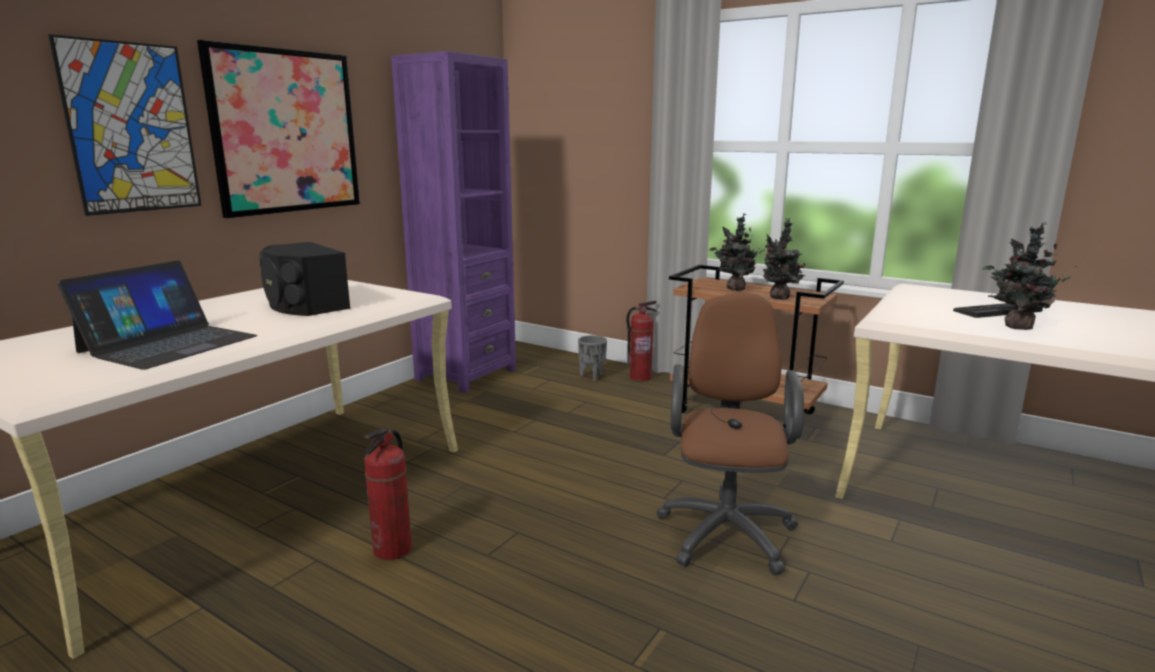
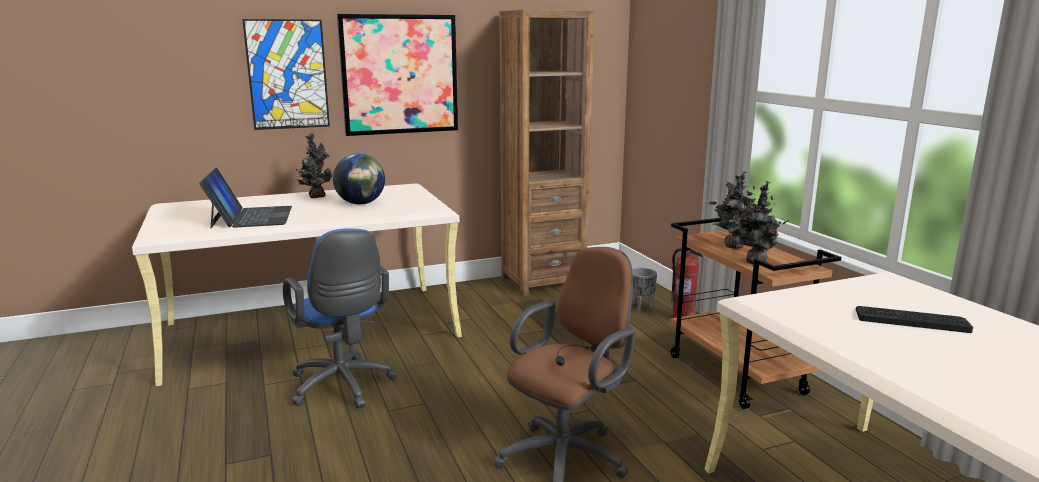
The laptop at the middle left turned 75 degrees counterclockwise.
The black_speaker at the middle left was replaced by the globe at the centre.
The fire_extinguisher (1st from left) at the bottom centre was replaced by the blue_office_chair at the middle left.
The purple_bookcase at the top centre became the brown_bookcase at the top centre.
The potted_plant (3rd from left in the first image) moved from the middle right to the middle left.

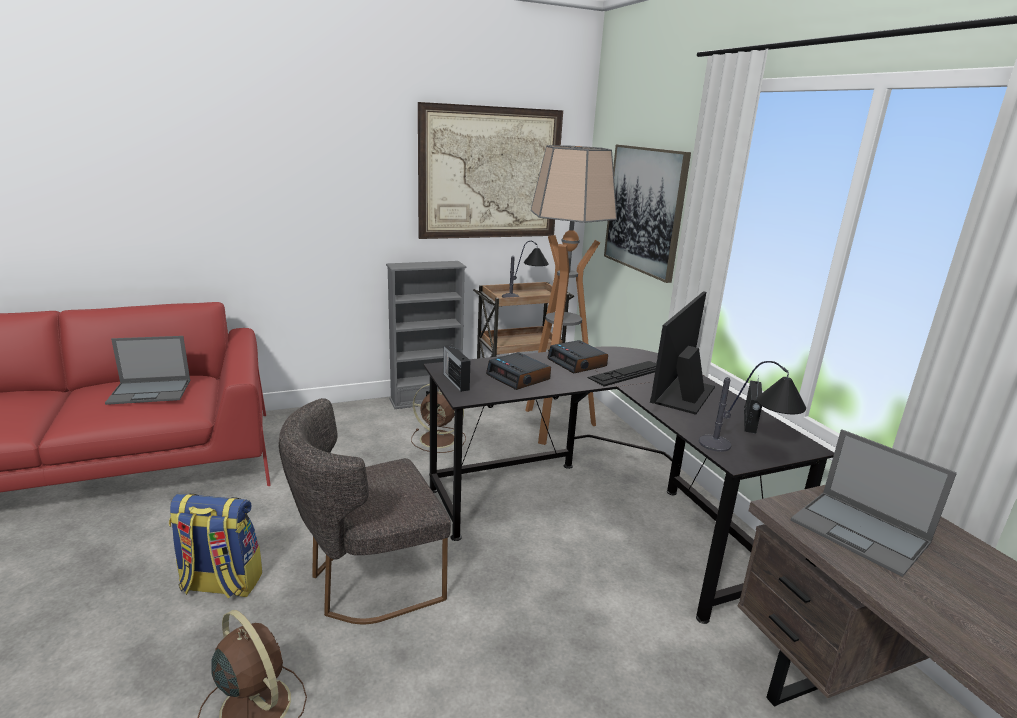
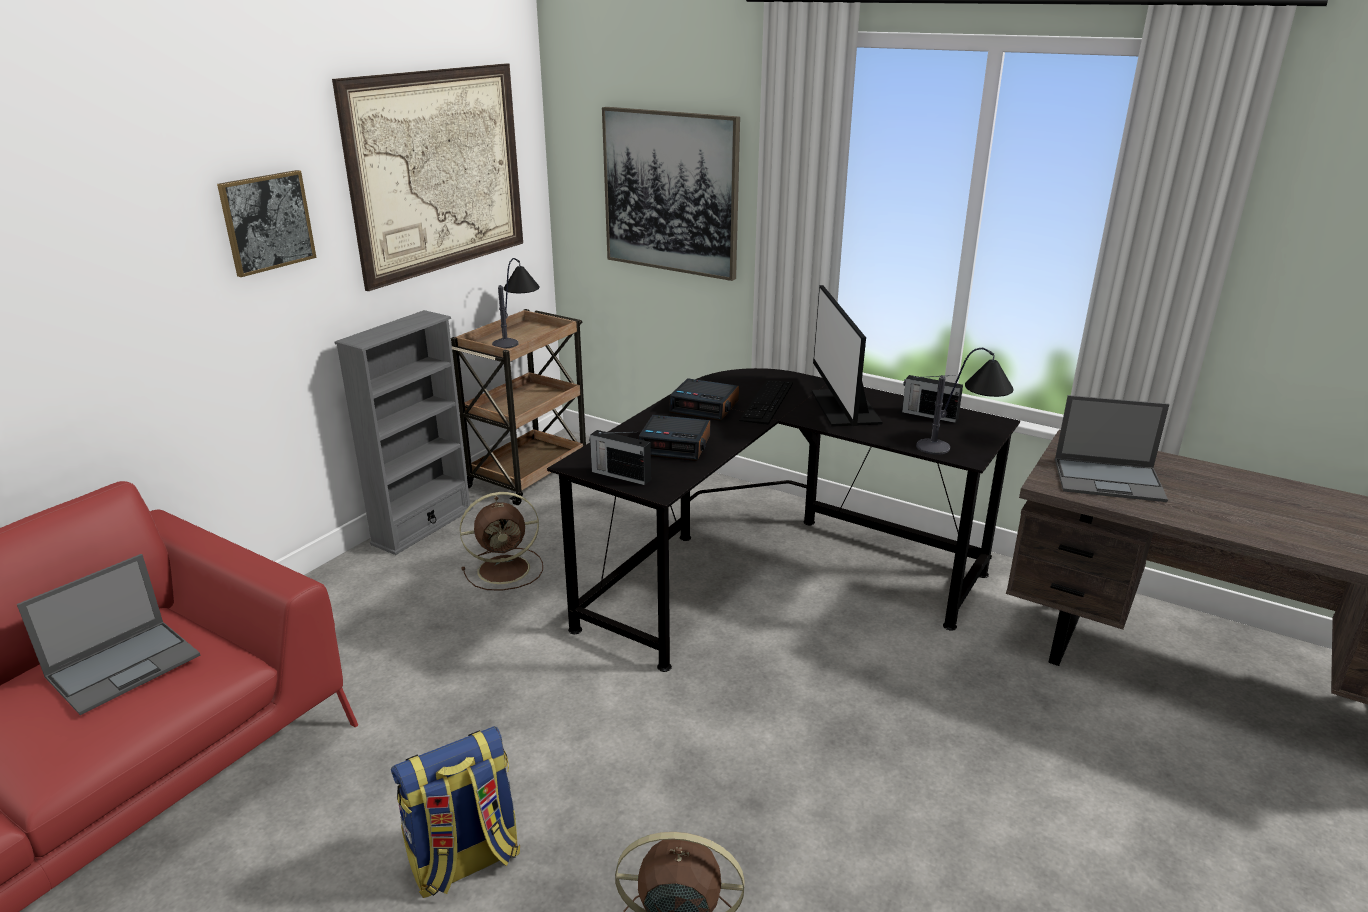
The grey_chair at the bottom centre disappeared.
The floor_lamp at the centre disappeared.
The radio (2nd from left) at the middle right turned 135 degrees clockwise.
The picture (1st from left) at the top left appeared.

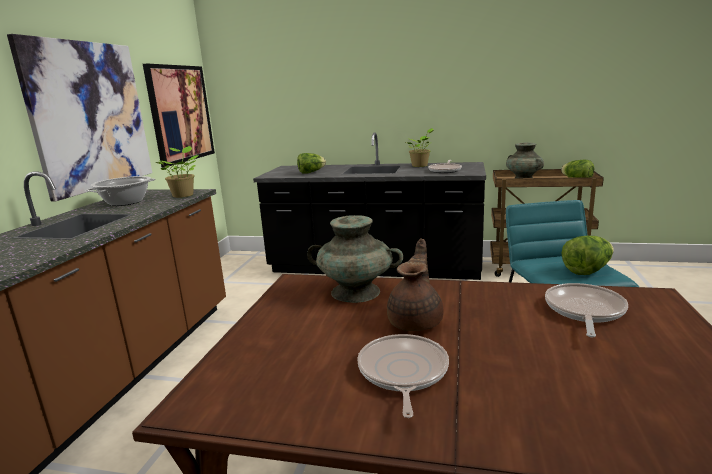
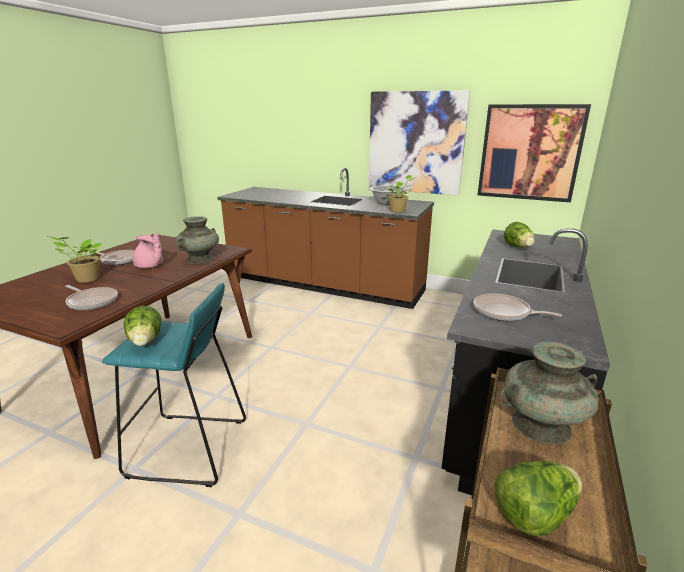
The brown_teapot at the centre became the pink_teapot at the middle left.
The potted_plant (2nd from left in the first image) moved from the top centre to the middle left.

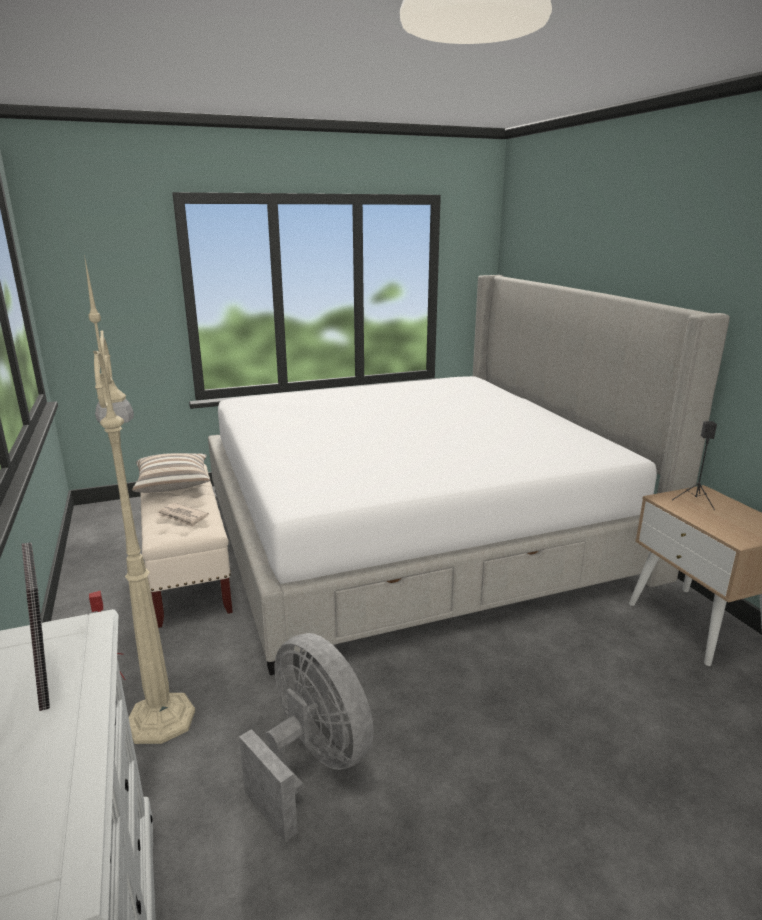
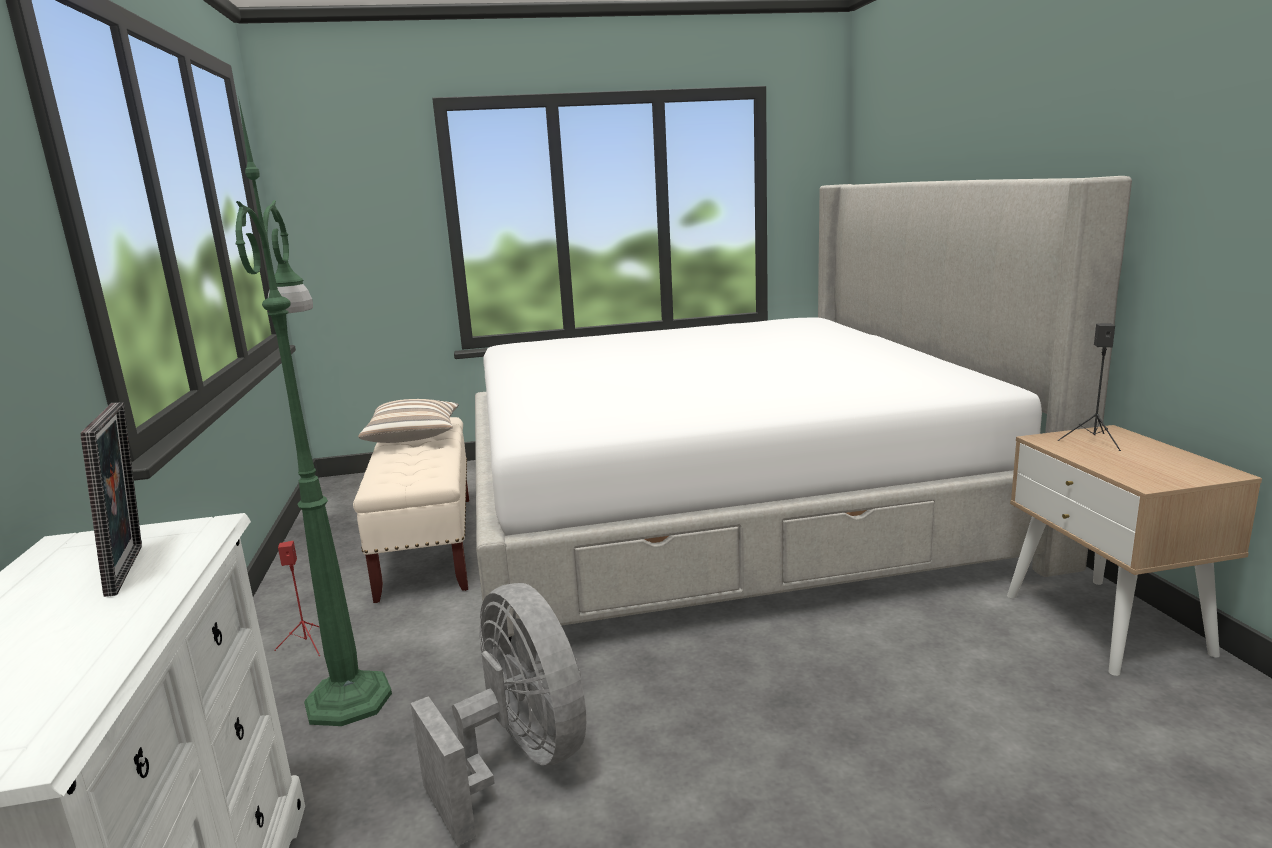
The beige_floor_lamp at the middle left became the green_floor_lamp at the middle left.
The newspaper at the middle left disappeared.

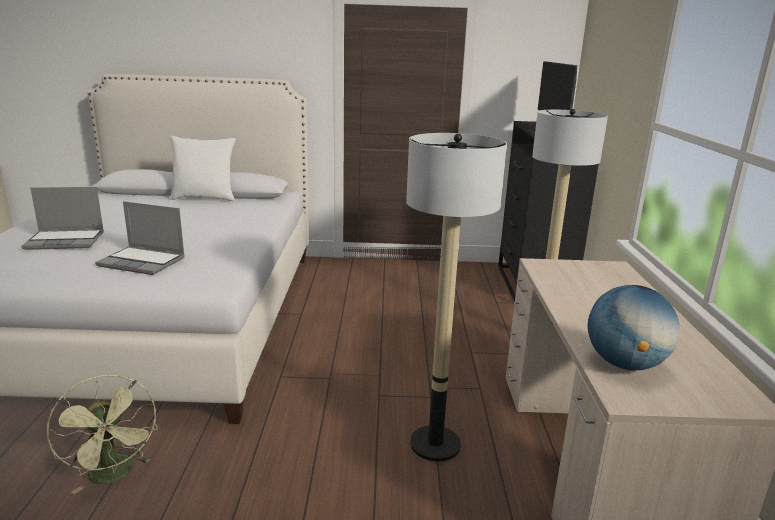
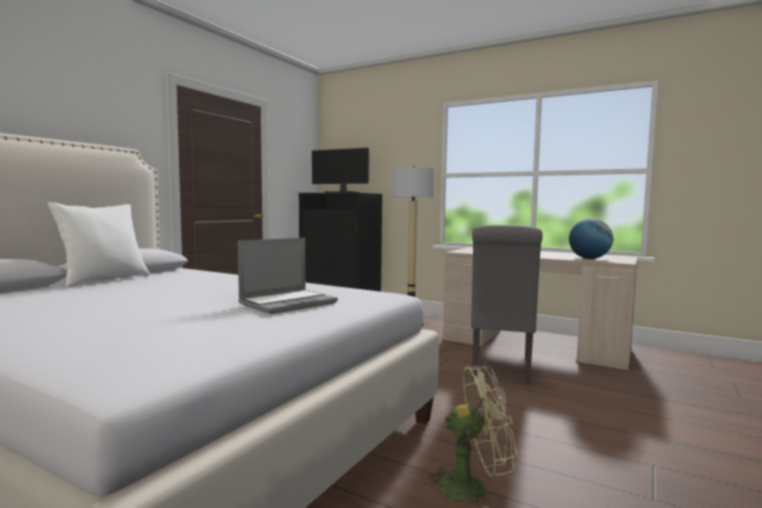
The laptop (1st from left) at the middle left disappeared.
The floor_lamp (1st from left) at the centre was replaced by the grey_chair at the centre.

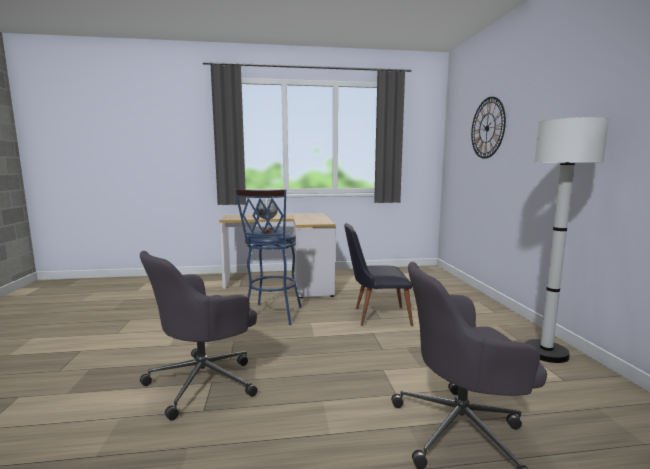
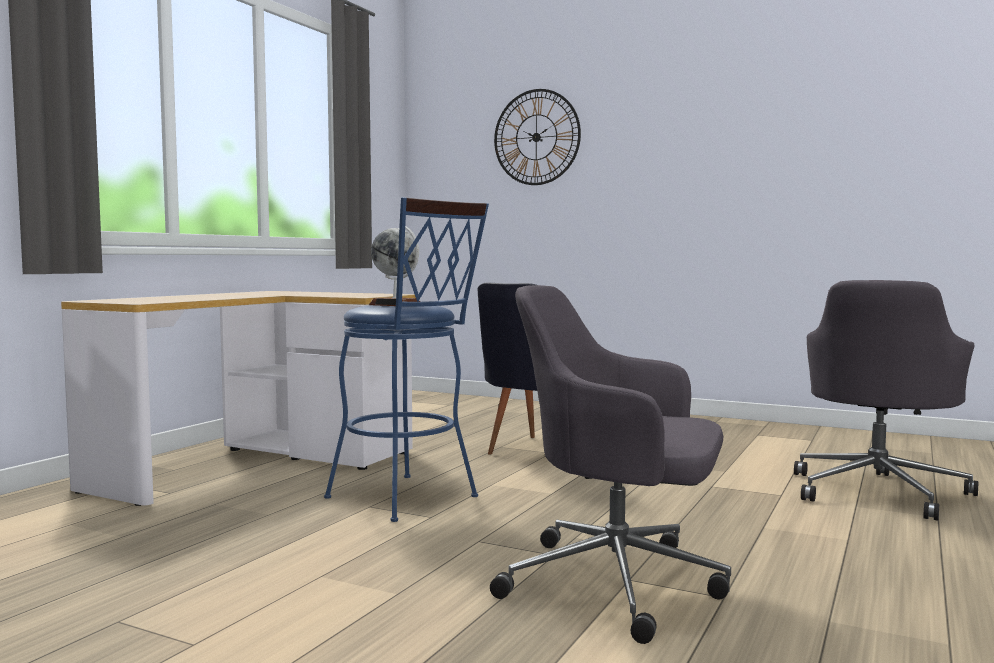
The grey_office_chair (1st from left) at the bottom left turned 120 degrees clockwise.
The white_floor_lamp at the middle right disappeared.

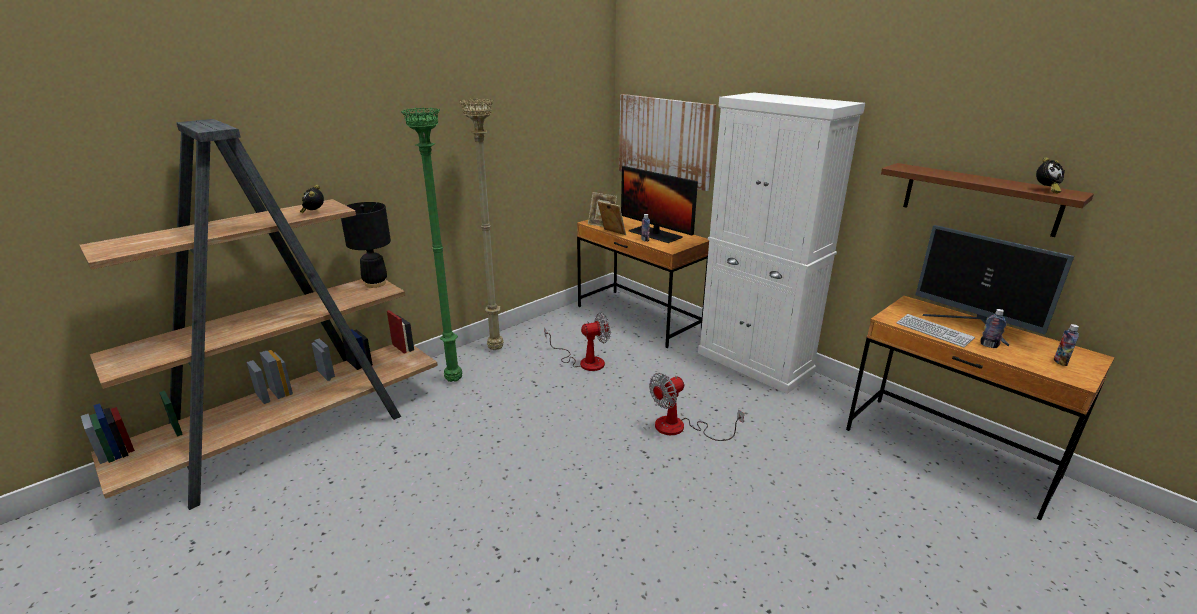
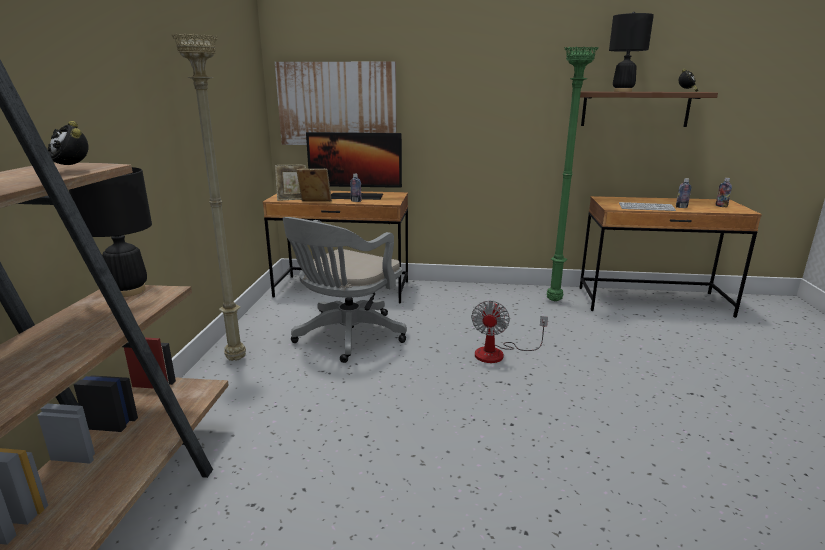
The green_floor_lamp moved from the centre to the top right.
The fan (1st from left) at the centre was replaced by the grey_office_chair at the centre.
The white_cabinet at the centre disappeared.
The monitor (2nd from left) at the middle right disappeared.
The black_table_lamp (2nd from left) at the top right appeared.

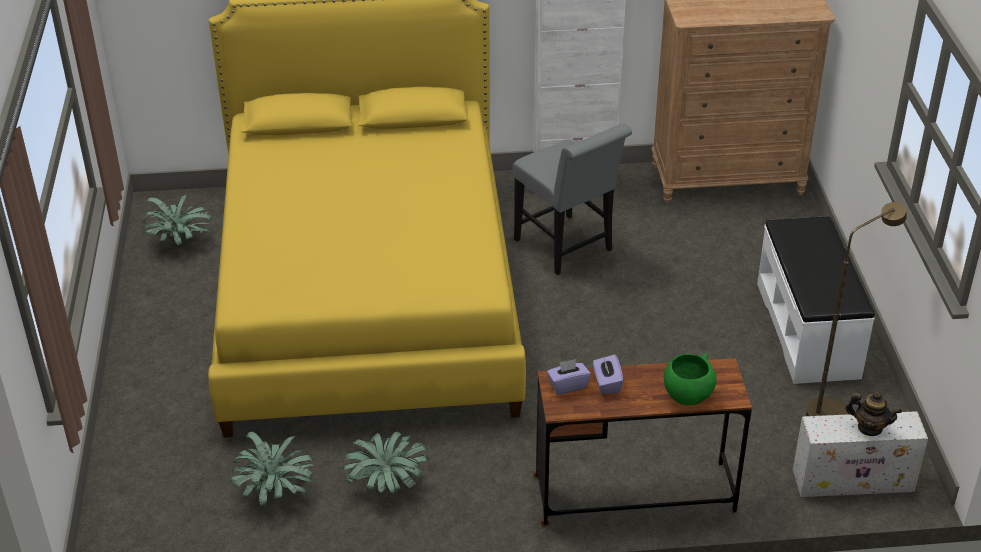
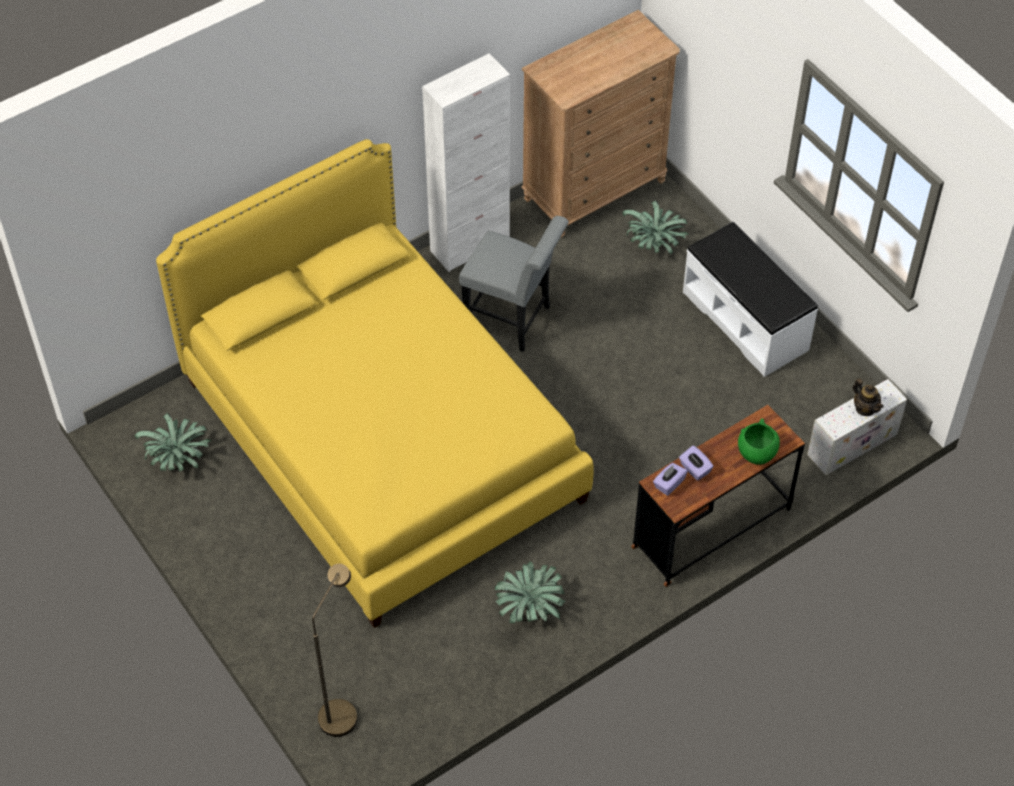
The potted_plant (2nd from left in the first image) moved from the bottom left to the top centre.
The brown_floor_lamp moved from the middle right to the bottom left.
The teapot at the bottom right turned 60 degrees clockwise.

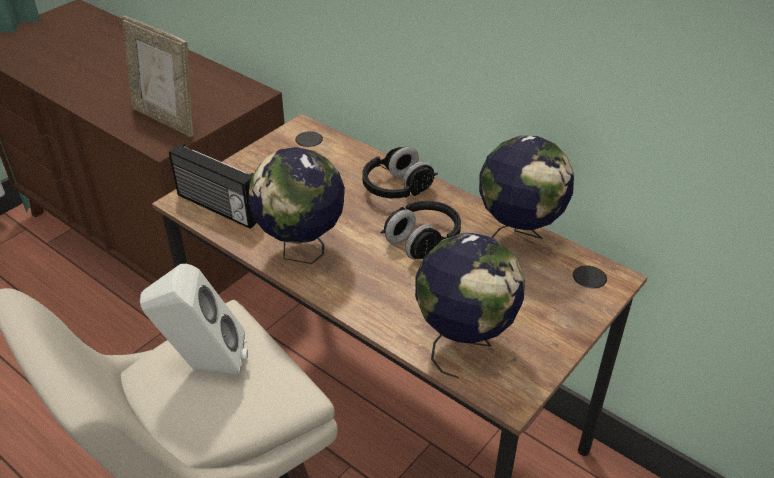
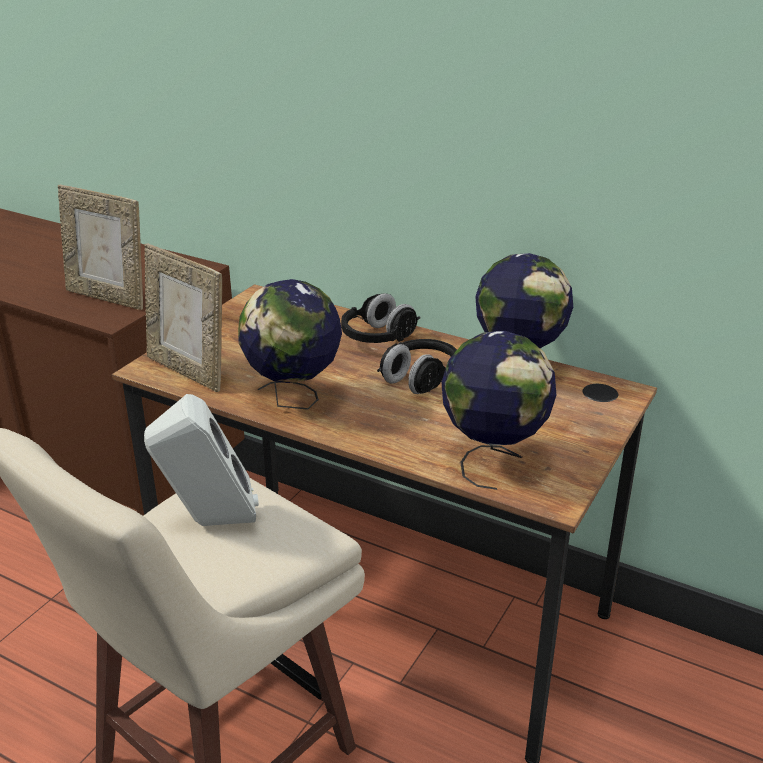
The radio at the middle left was replaced by the picture_frame (2nd from left) at the middle left.

